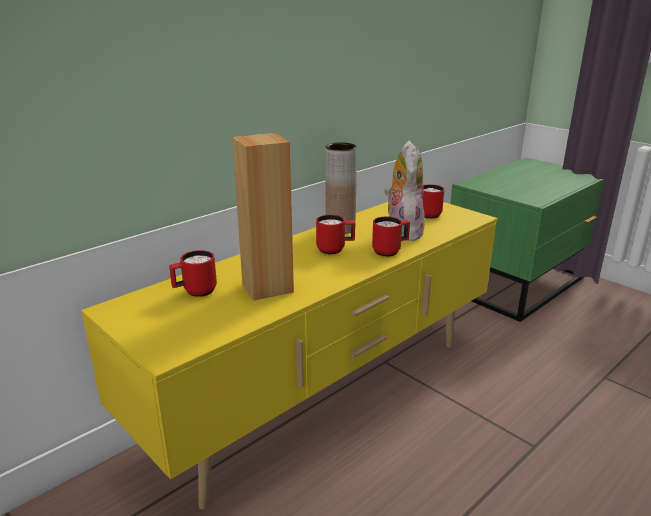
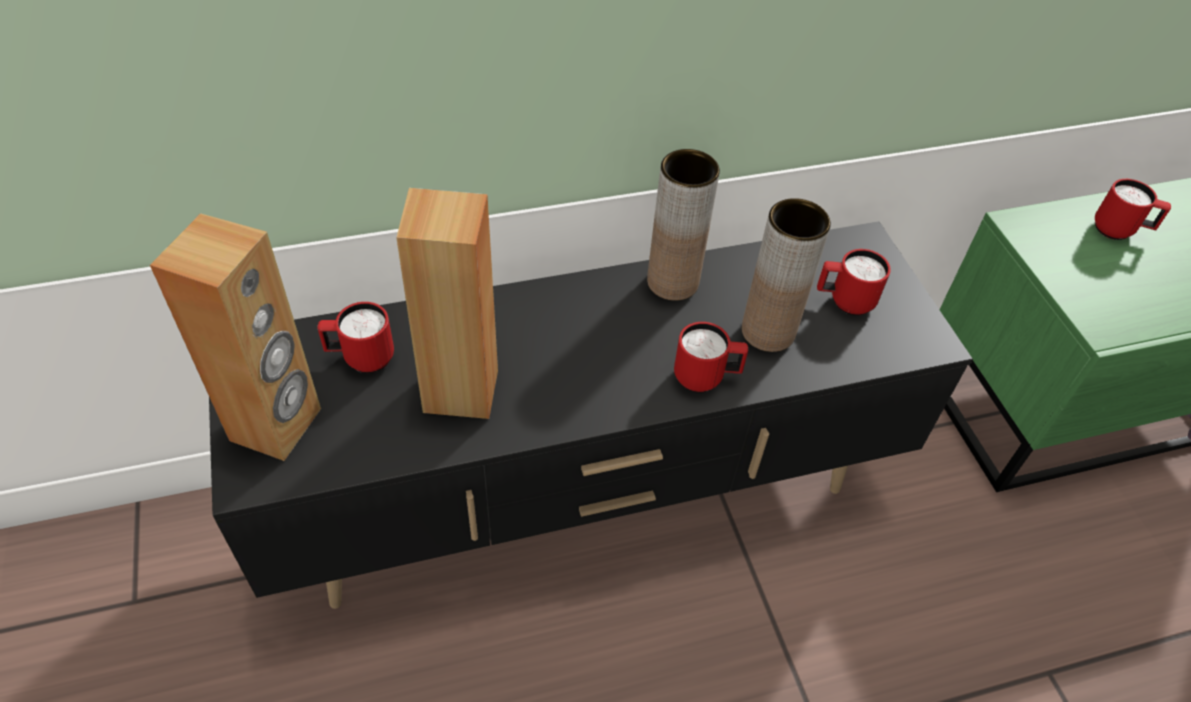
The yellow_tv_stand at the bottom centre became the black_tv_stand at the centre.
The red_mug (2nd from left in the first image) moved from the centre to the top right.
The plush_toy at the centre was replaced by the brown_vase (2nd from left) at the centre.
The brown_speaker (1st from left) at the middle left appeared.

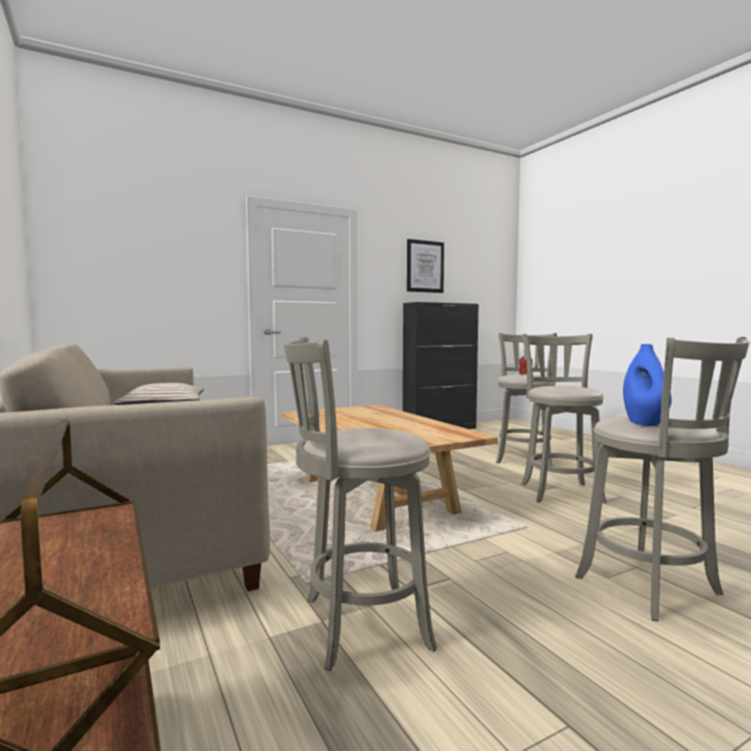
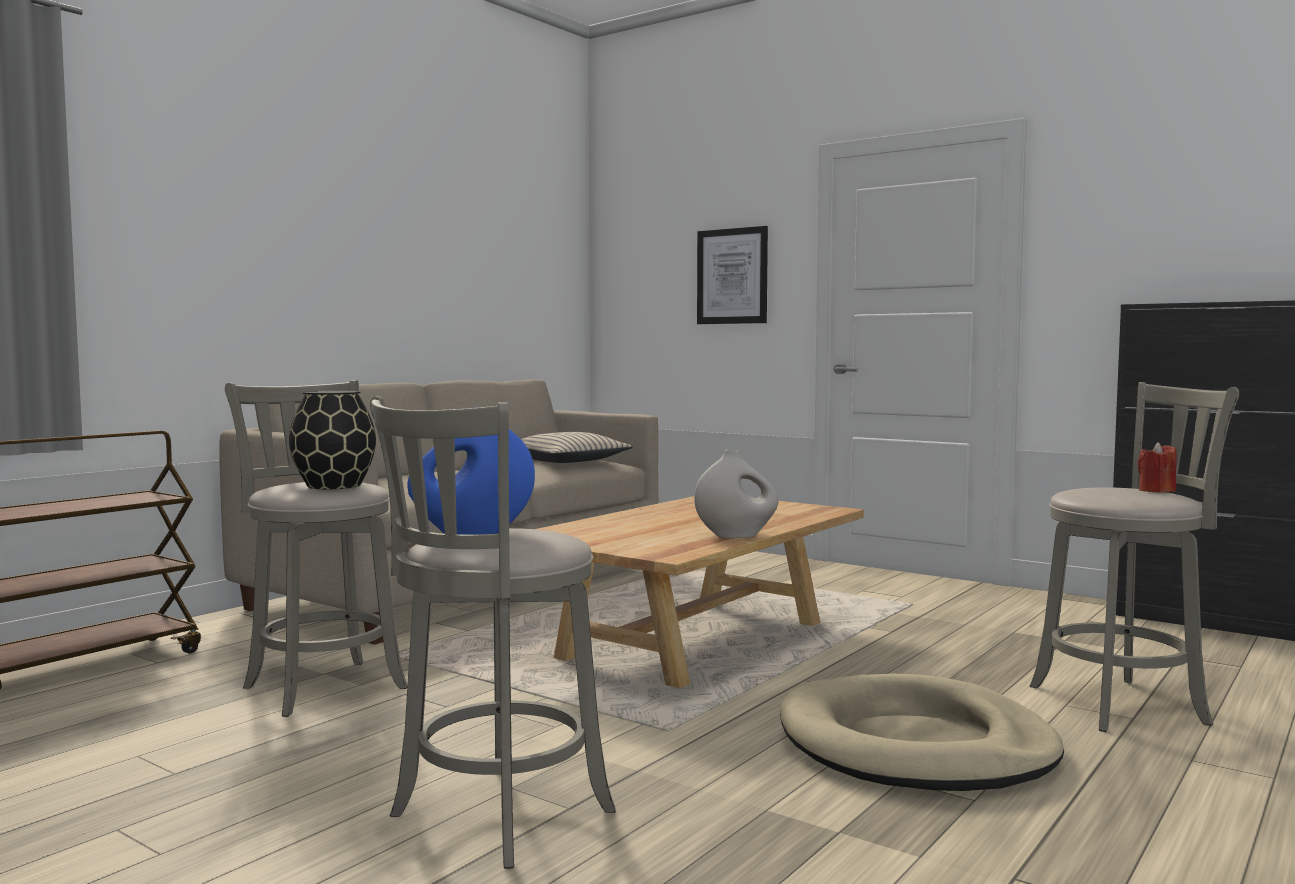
The picture moved from the centre to the top centre.
The grey_stool (3rd from left) at the middle right was replaced by the beige_dog_bed at the bottom right.
The black_vase at the middle left appeared.
The white_vase at the centre appeared.

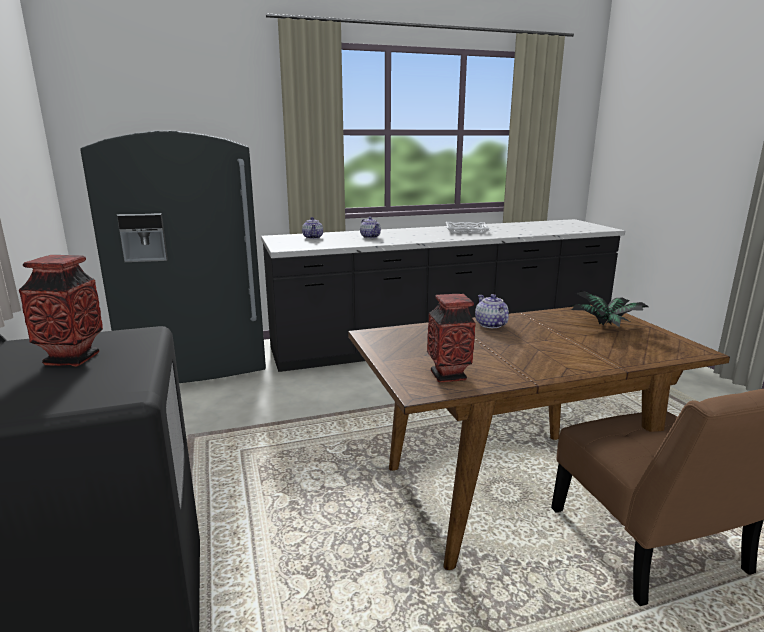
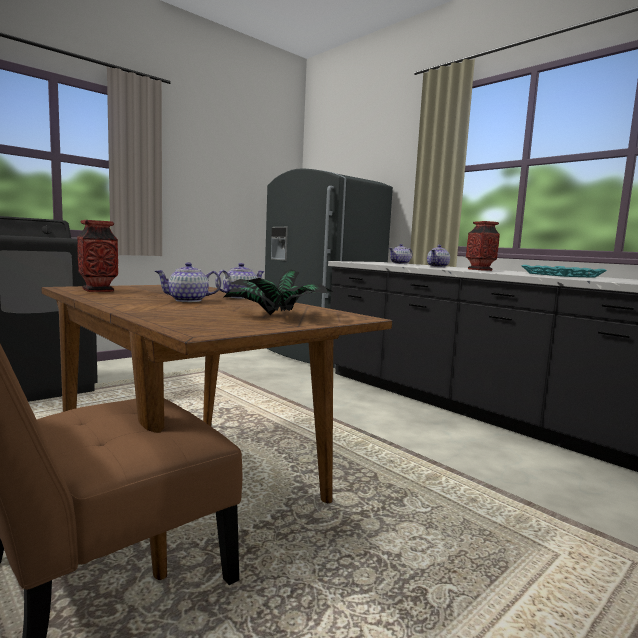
The vase (1st from left in the first image) moved from the middle left to the middle right.
The white_tray at the centre became the turquoise_tray at the middle right.
The teapot (1st from left) at the middle left appeared.

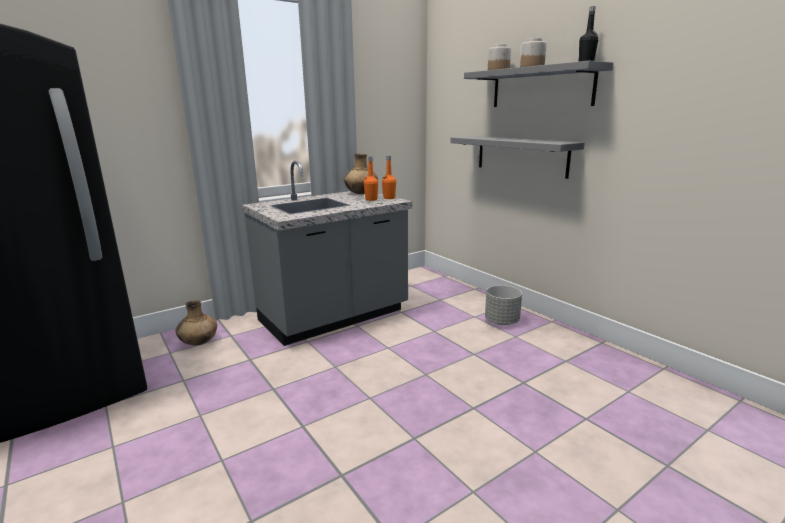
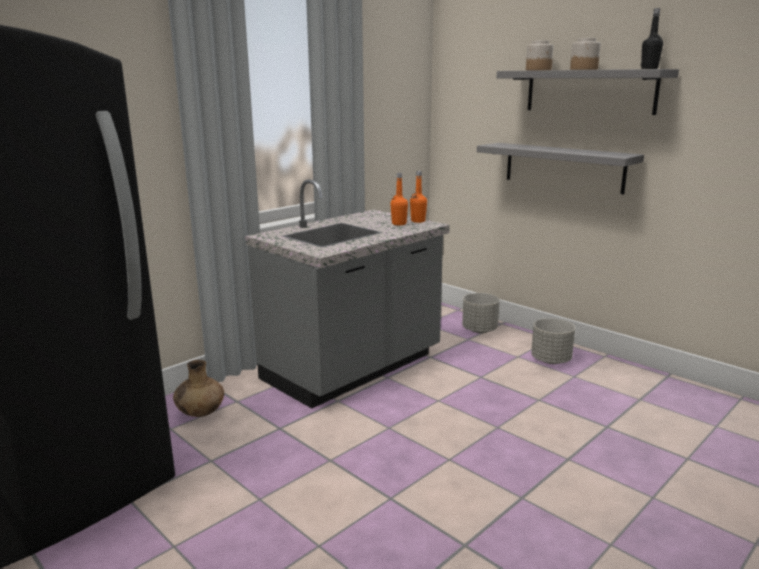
The brown_vase (2nd from left) at the top centre disappeared.
The grey_planter (1st from left) at the centre appeared.

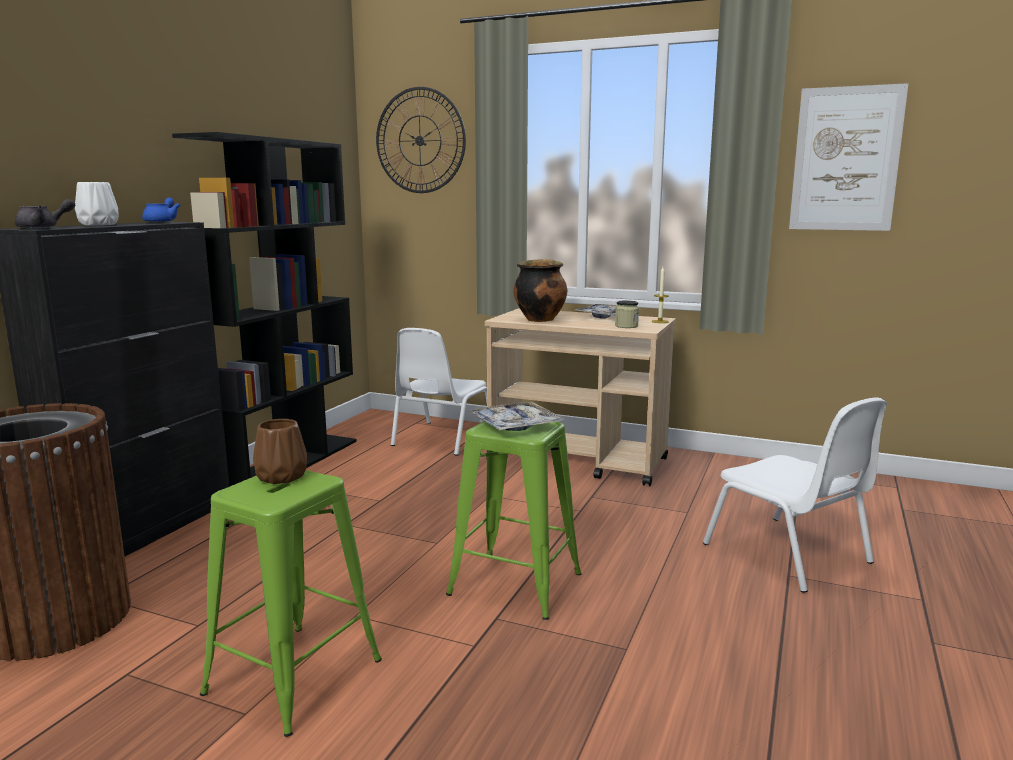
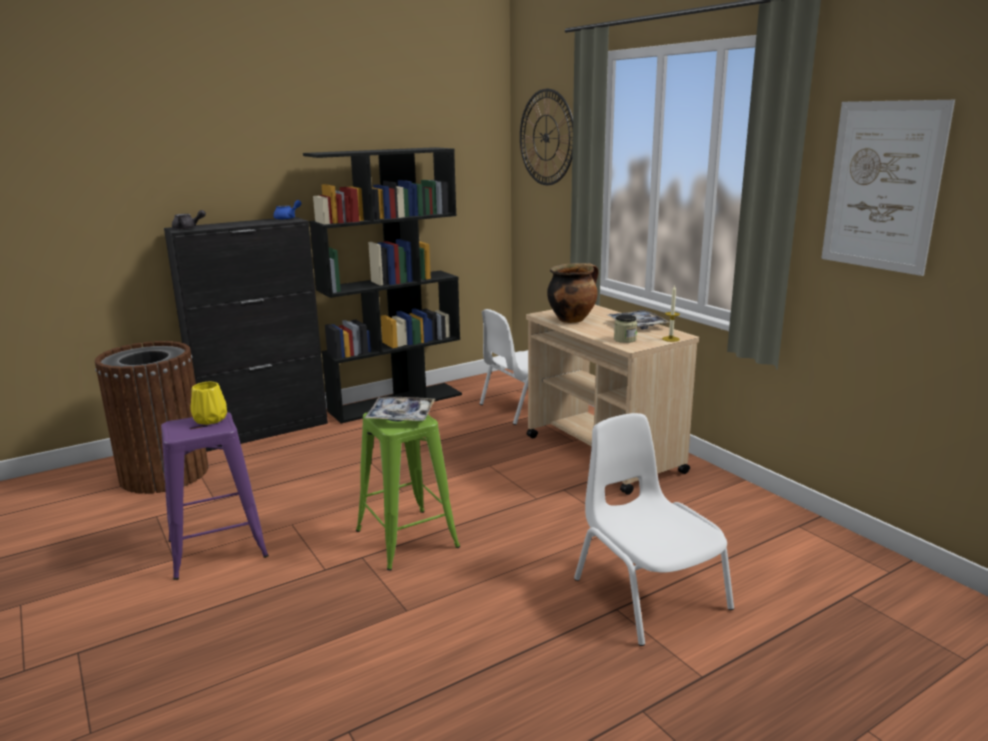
The white_vase at the top left disappeared.
The green_stool (1st from left) at the bottom left became the purple_stool at the bottom left.
The brown_vase at the middle left became the yellow_vase at the middle left.
The white_chair (2nd from left) at the middle right turned 150 degrees clockwise.

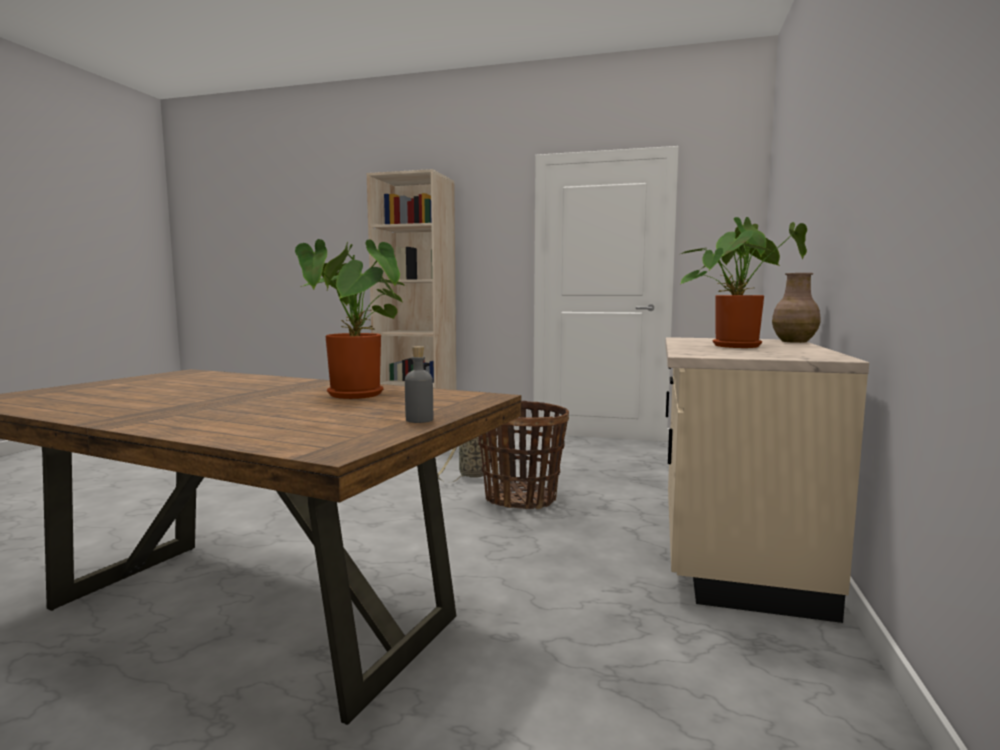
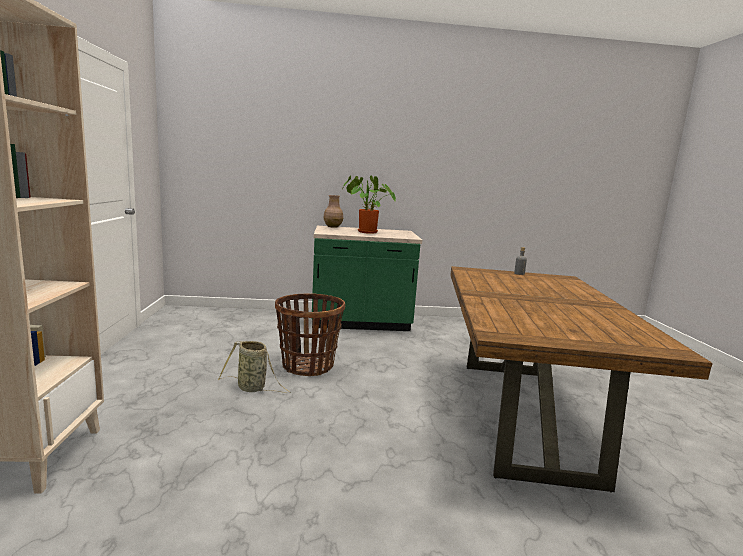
The potted_plant (1st from left) at the centre disappeared.
The beige_counter at the middle right became the green_counter at the centre.

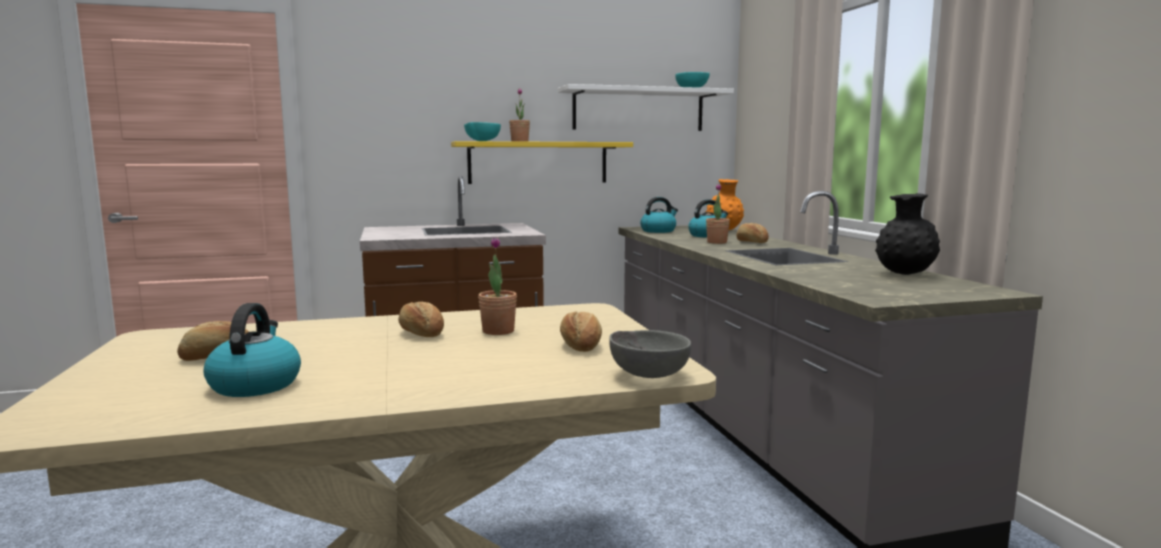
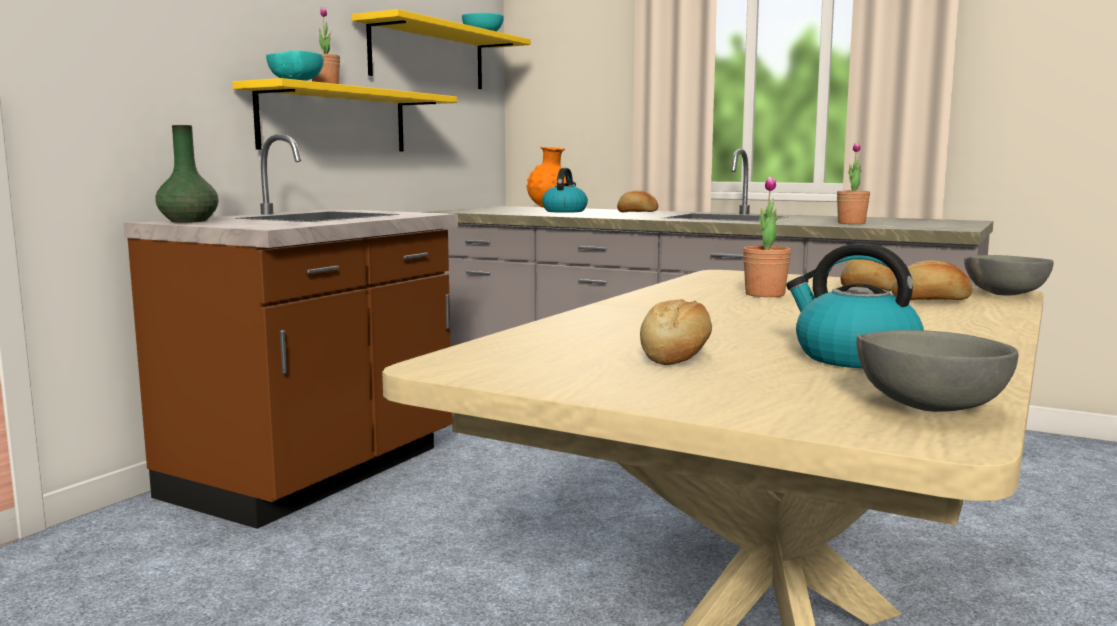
The bread (2nd from left in the first image) moved from the centre to the middle right.
The white_shelf at the top centre became the yellow_shelf (2nd from left) at the top centre.
The kettle (2nd from left) at the centre disappeared.
The potted_plant (3rd from left) moved from the centre to the top right.
The black_vase at the middle right disappeared.
The green_vase at the top left appeared.
The grey_bowl (1st from left) at the middle right appeared.

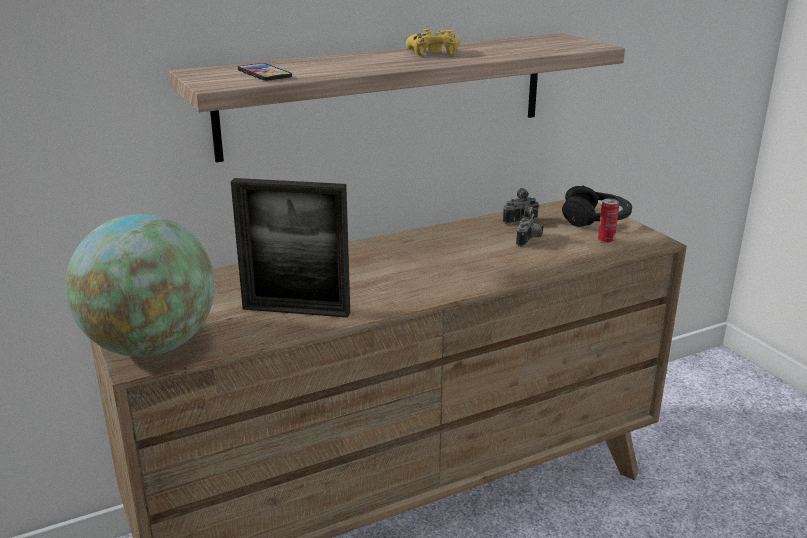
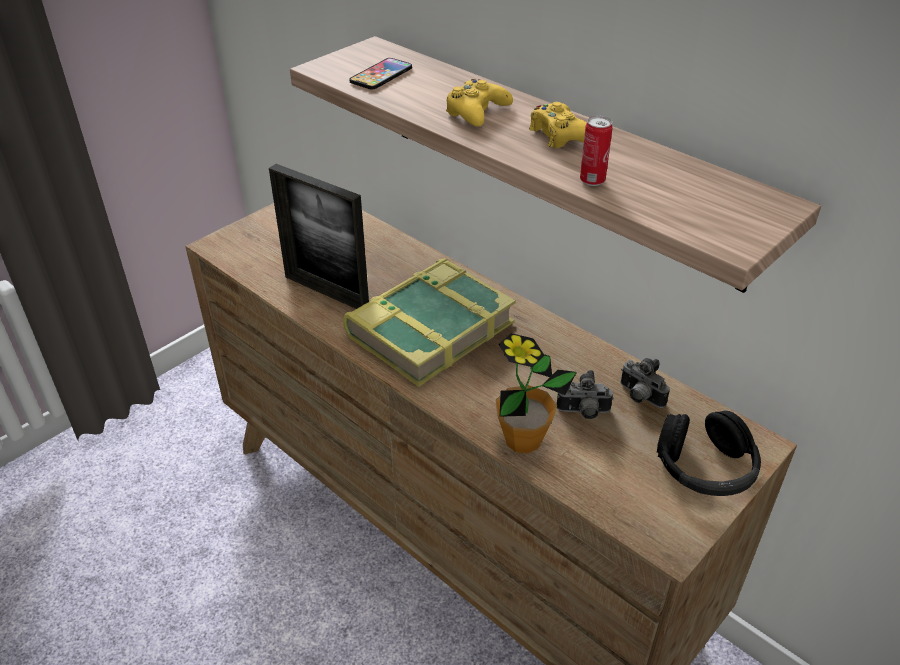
The globe at the middle left disappeared.
The picture_frame at the centre turned 45 degrees counterclockwise.
The can moved from the middle right to the top centre.
The book at the centre appeared.
The yellow_game_controller (1st from left) at the top centre appeared.
The potted_plant at the centre appeared.

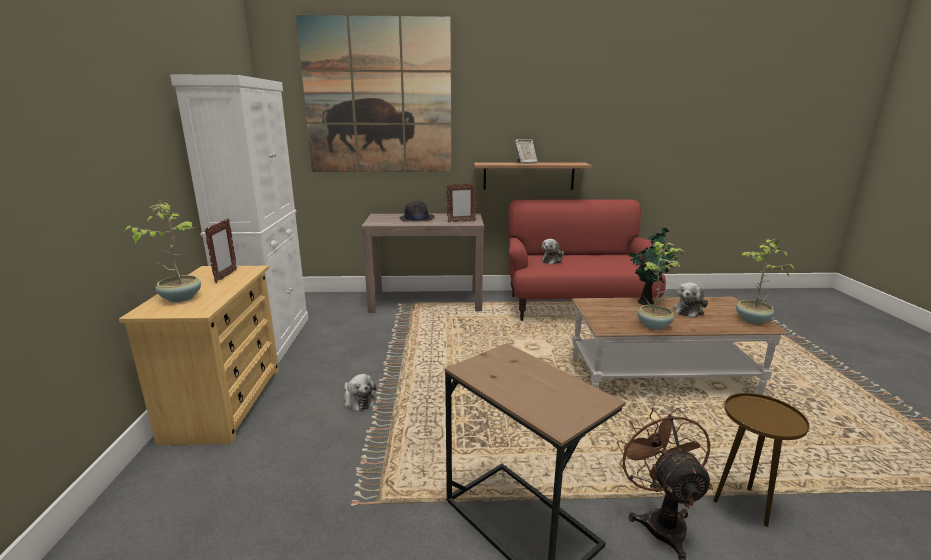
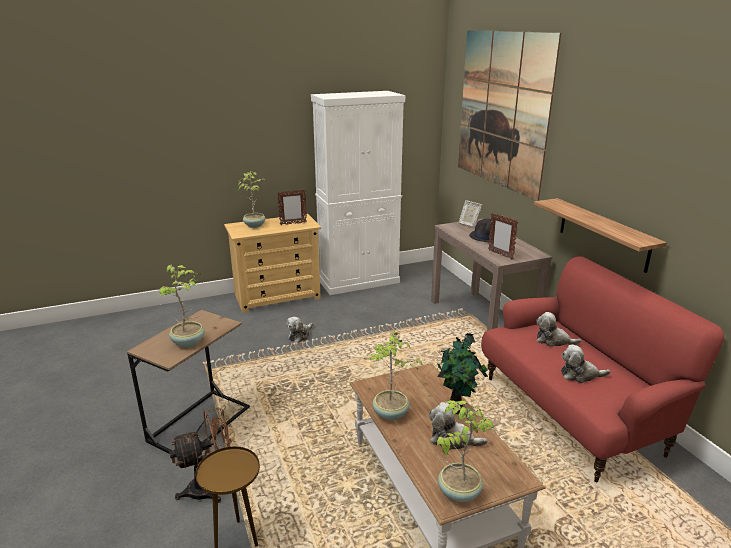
The picture_frame (3rd from left in the first image) moved from the top centre to the centre.
The potted_plant (1st from left) at the middle left appeared.
The plush_toy (4th from left) at the middle right appeared.

